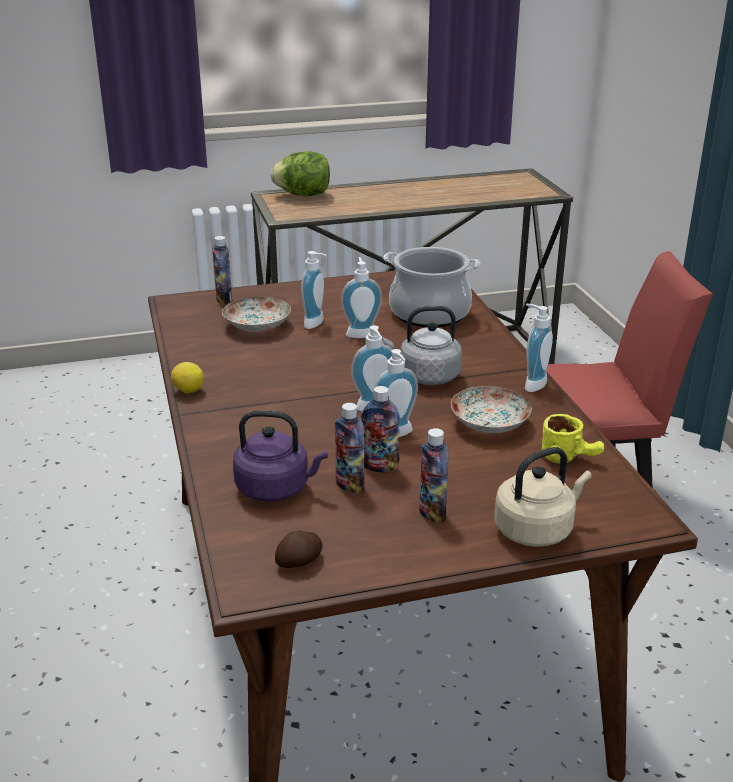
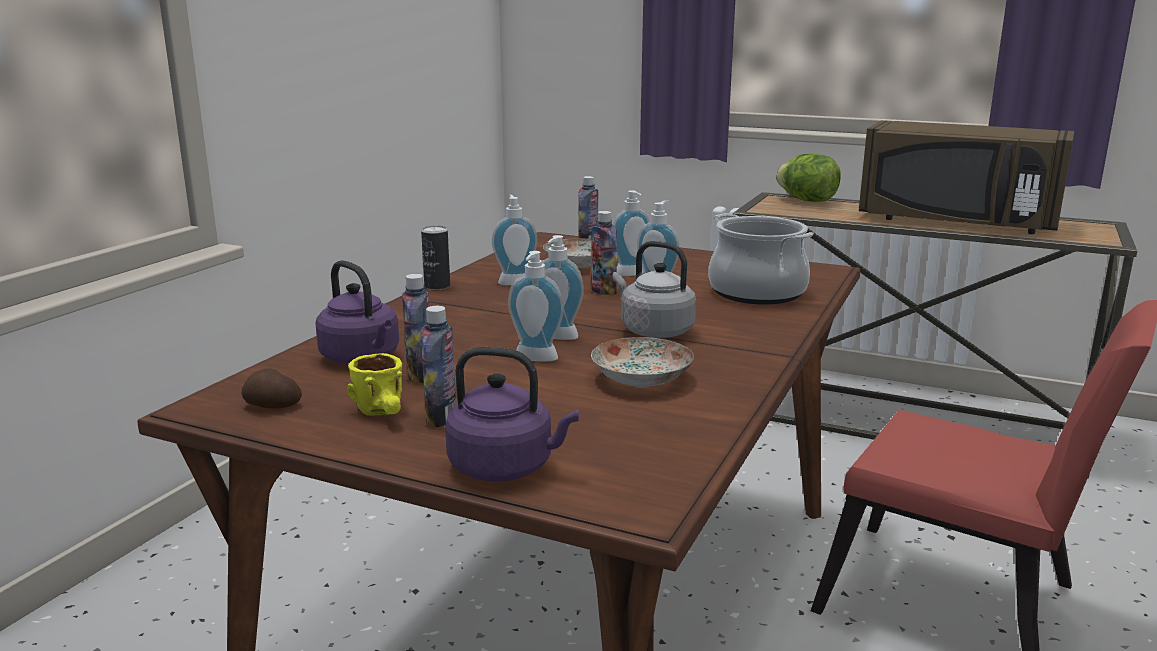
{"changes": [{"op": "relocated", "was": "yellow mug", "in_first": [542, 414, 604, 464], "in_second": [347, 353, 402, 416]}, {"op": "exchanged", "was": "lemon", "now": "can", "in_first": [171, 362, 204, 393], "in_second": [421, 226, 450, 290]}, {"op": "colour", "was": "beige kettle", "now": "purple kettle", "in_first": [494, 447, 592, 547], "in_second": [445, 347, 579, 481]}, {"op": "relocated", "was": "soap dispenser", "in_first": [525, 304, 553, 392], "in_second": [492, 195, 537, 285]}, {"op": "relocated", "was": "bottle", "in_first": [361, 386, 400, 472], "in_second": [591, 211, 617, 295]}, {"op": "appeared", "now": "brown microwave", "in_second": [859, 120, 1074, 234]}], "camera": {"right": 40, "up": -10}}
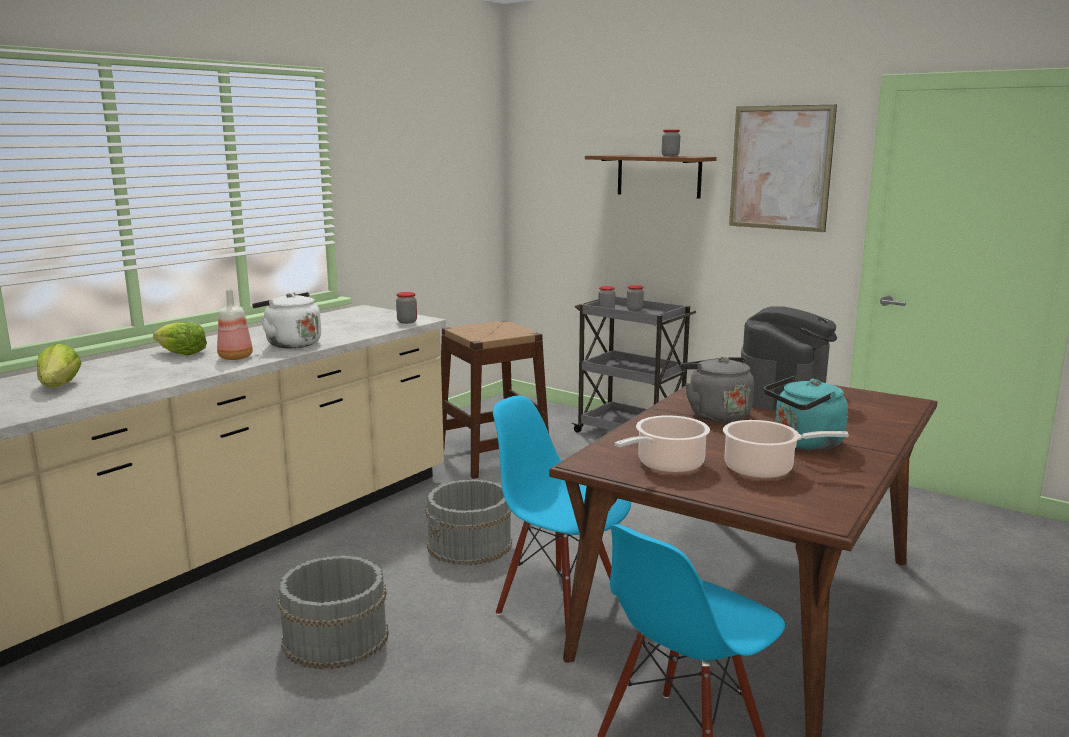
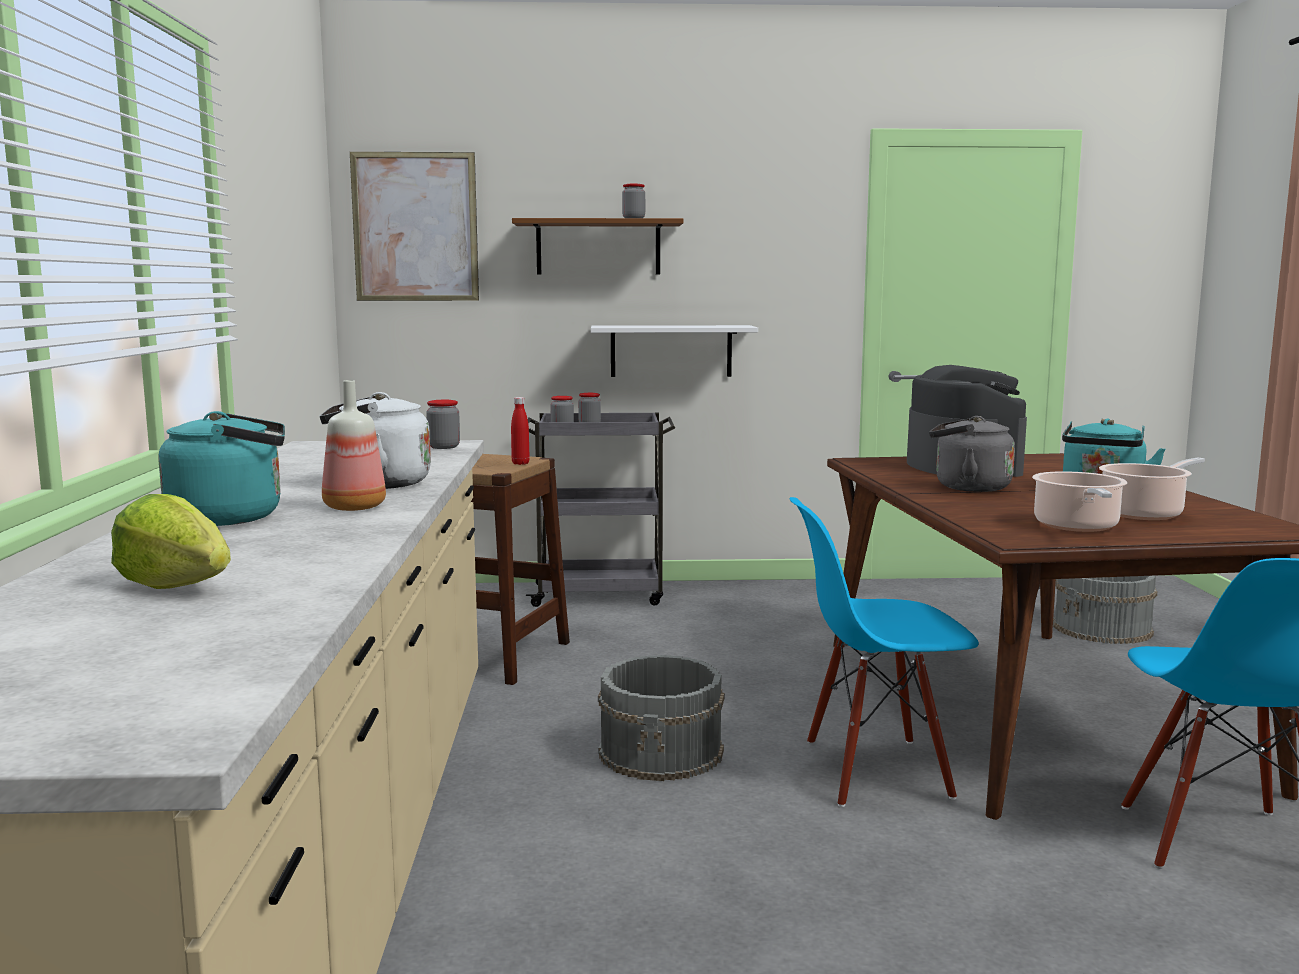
{"changes": [{"op": "exchanged", "was": "lettuce", "now": "turquoise kettle", "in_first": [153, 322, 207, 355], "in_second": [159, 411, 285, 526]}, {"op": "relocated", "was": "picture", "in_first": [729, 105, 837, 232], "in_second": [350, 152, 479, 301]}, {"op": "appeared", "now": "red bottle", "in_second": [511, 397, 530, 465]}, {"op": "appeared", "now": "white shelf", "in_second": [591, 325, 758, 377]}, {"op": "relocated", "was": "grey bucket", "in_first": [278, 555, 389, 669], "in_second": [1053, 575, 1157, 644]}], "camera": {"right": -40, "up": -5}}
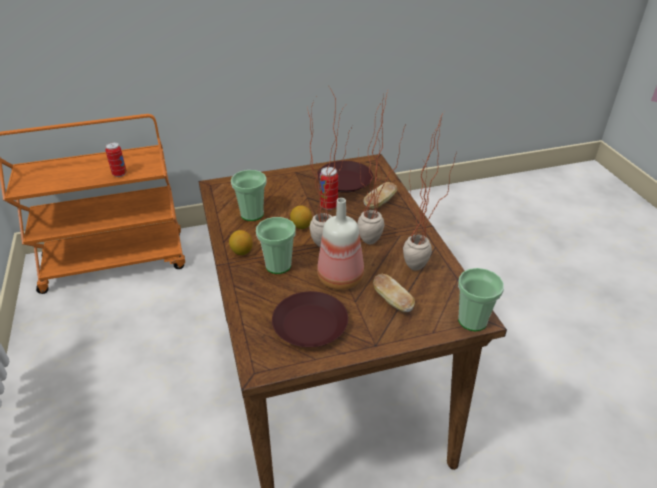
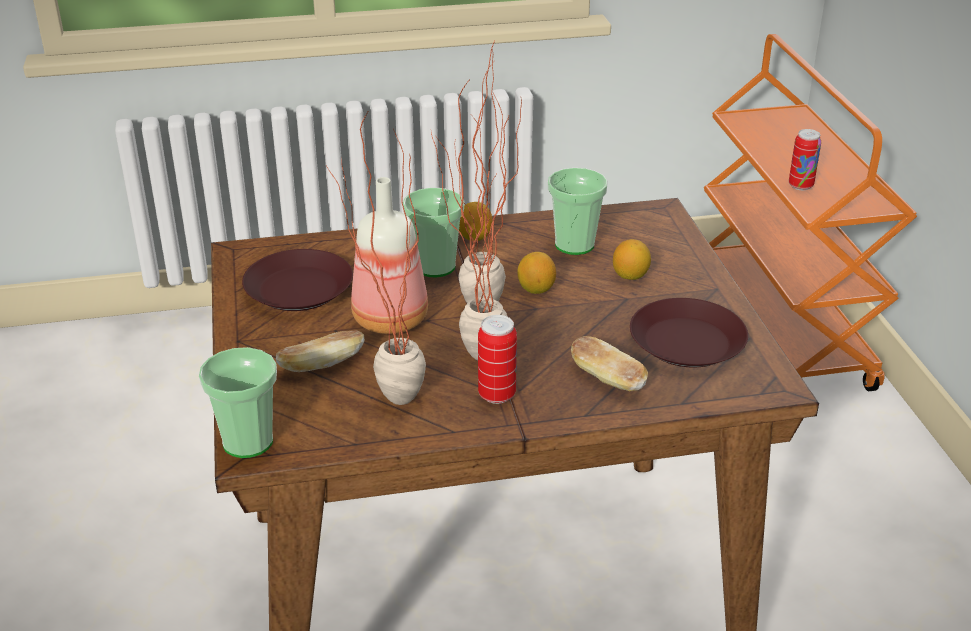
{"changes": [{"op": "relocated", "was": "can", "in_first": [320, 167, 338, 210], "in_second": [478, 315, 517, 404]}, {"op": "appeared", "now": "lemon", "in_second": [613, 239, 651, 280]}], "camera": {"right": 95, "up": -5}}
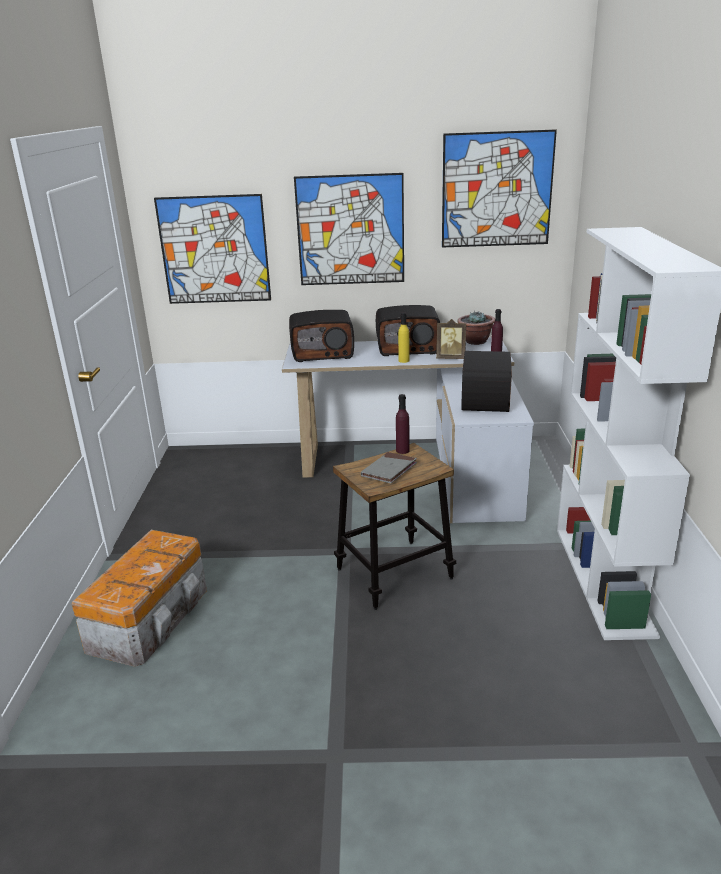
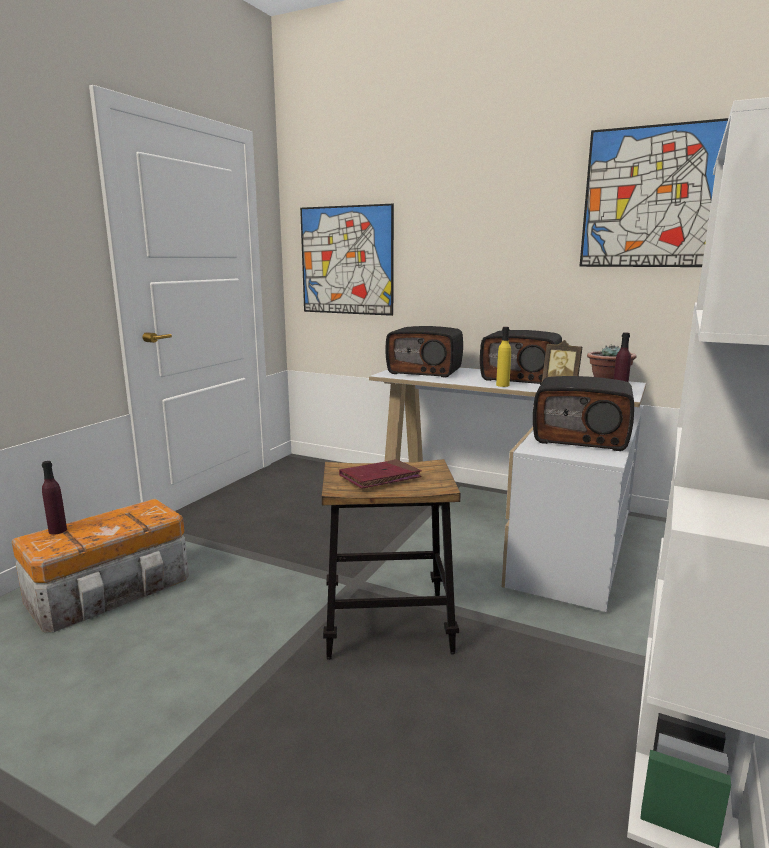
{"changes": [{"op": "relocated", "was": "purple bottle", "in_first": [396, 394, 409, 454], "in_second": [42, 461, 67, 535]}, {"op": "colour", "was": "grey book", "now": "red book", "in_first": [361, 452, 417, 484], "in_second": [339, 459, 422, 489]}, {"op": "spun", "was": "radio", "in_first": [461, 351, 512, 412], "in_second": [533, 376, 634, 451], "clockwise": -105}, {"op": "missing", "was": "picture", "in_first": [294, 173, 404, 285]}], "camera": {"right": 25, "up": -10}}
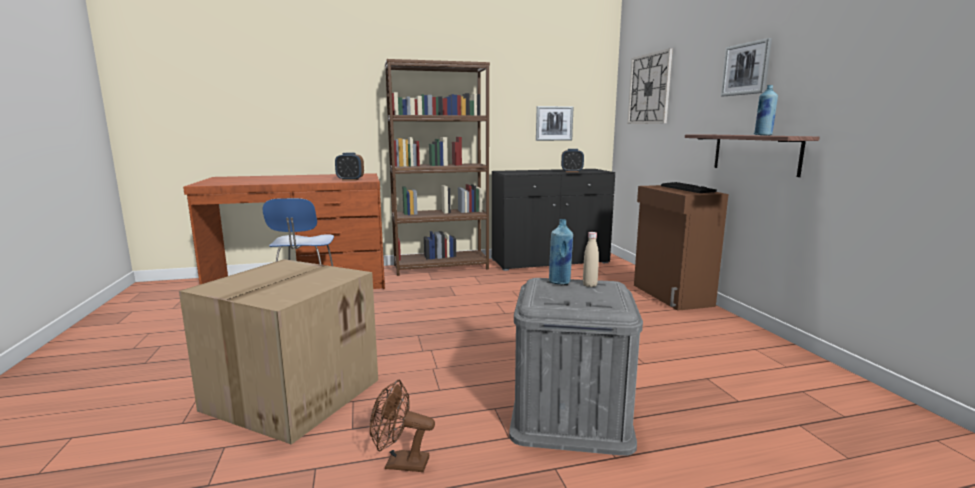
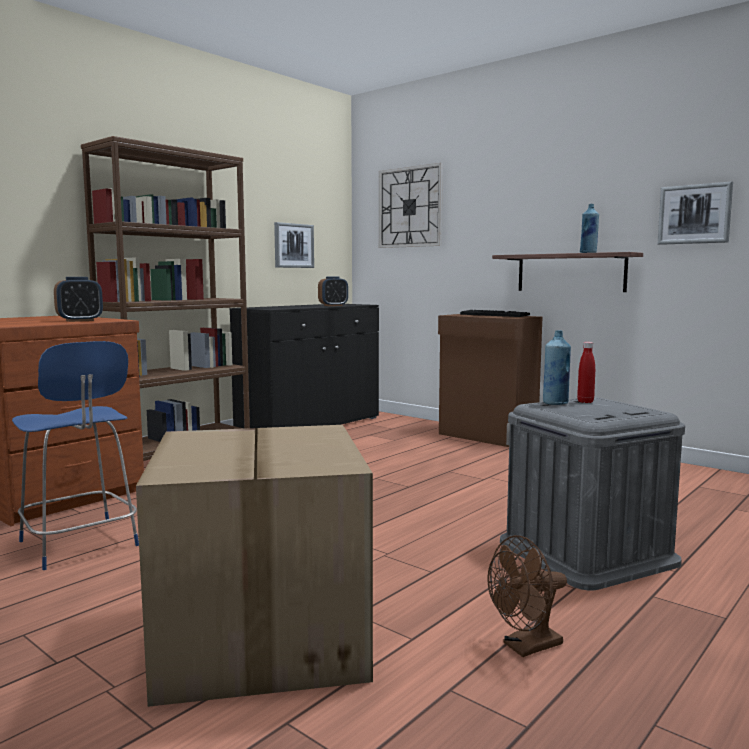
{"changes": [{"op": "colour", "was": "beige bottle", "now": "red bottle", "in_first": [583, 232, 599, 287], "in_second": [577, 342, 595, 403]}, {"op": "relocated", "was": "picture", "in_first": [721, 38, 772, 96], "in_second": [658, 182, 733, 245]}], "camera": {"right": -35, "up": -5}}
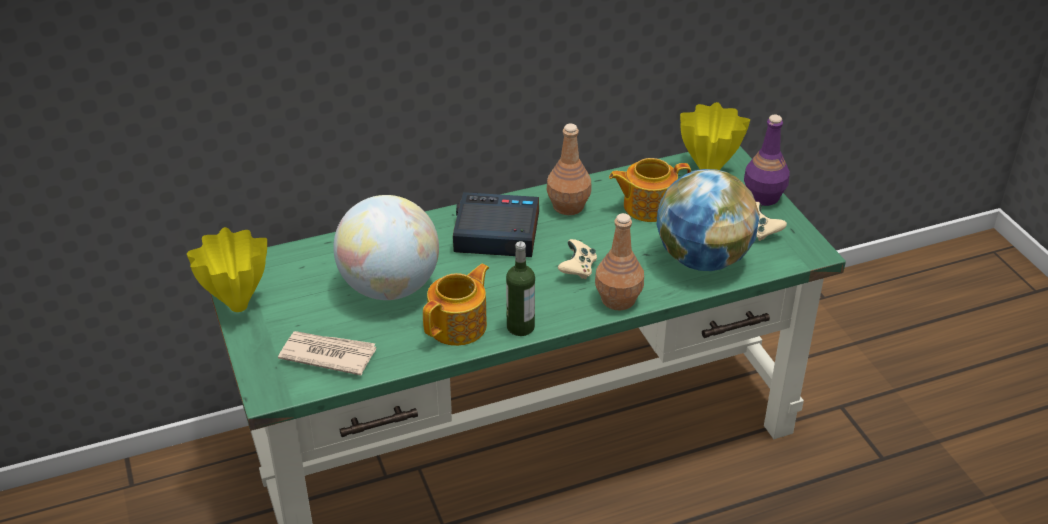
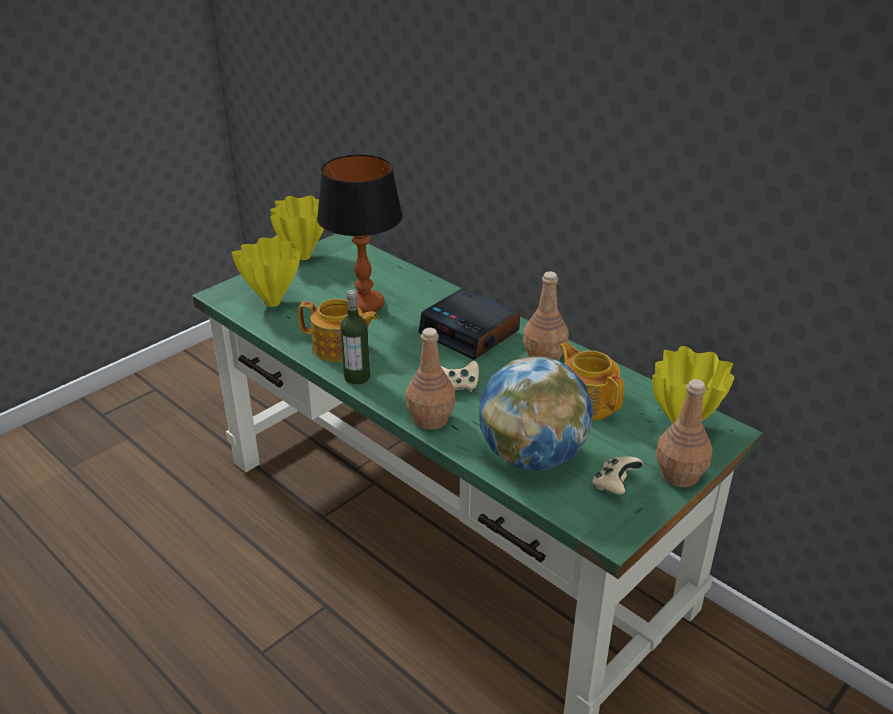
{"changes": [{"op": "exchanged", "was": "newspaper", "now": "yellow vase", "in_first": [278, 331, 376, 376], "in_second": [232, 235, 301, 307]}, {"op": "exchanged", "was": "globe", "now": "table lamp", "in_first": [333, 195, 439, 300], "in_second": [317, 154, 403, 313]}, {"op": "spun", "was": "alarm clock", "in_first": [453, 192, 539, 257], "in_second": [419, 288, 520, 360], "clockwise": 150}, {"op": "colour", "was": "purple bottle", "now": "brown bottle", "in_first": [744, 115, 790, 206], "in_second": [656, 379, 713, 487]}], "camera": {"right": 65, "up": -5}}
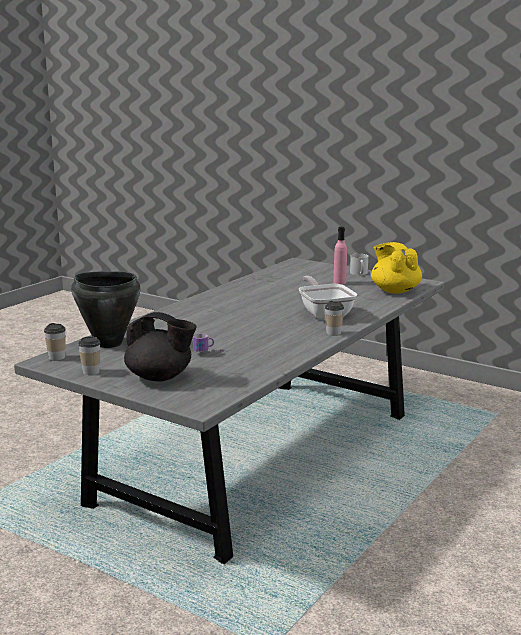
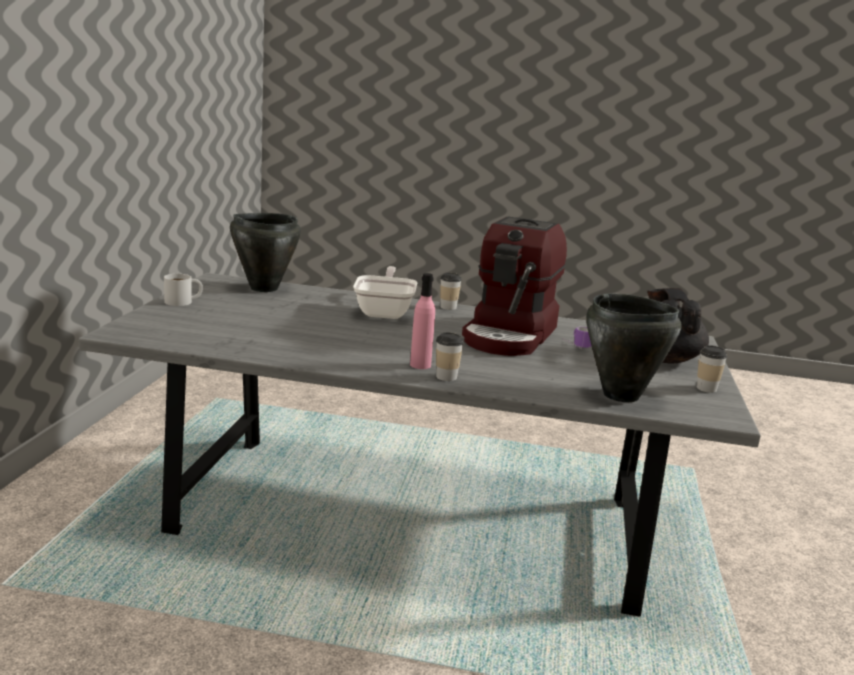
{"changes": [{"op": "exchanged", "was": "yellow teapot", "now": "black cooking pot", "in_first": [371, 242, 422, 294], "in_second": [230, 213, 301, 292]}, {"op": "spun", "was": "frying pan", "in_first": [299, 276, 358, 320], "in_second": [353, 266, 417, 319], "clockwise": 135}, {"op": "relocated", "was": "pink bottle", "in_first": [334, 227, 347, 285], "in_second": [410, 273, 435, 369]}, {"op": "relocated", "was": "cup", "in_first": [44, 323, 66, 361], "in_second": [436, 333, 464, 381]}, {"op": "appeared", "now": "coffee machine", "in_second": [462, 217, 567, 356]}], "camera": {"right": -115, "up": 0}}
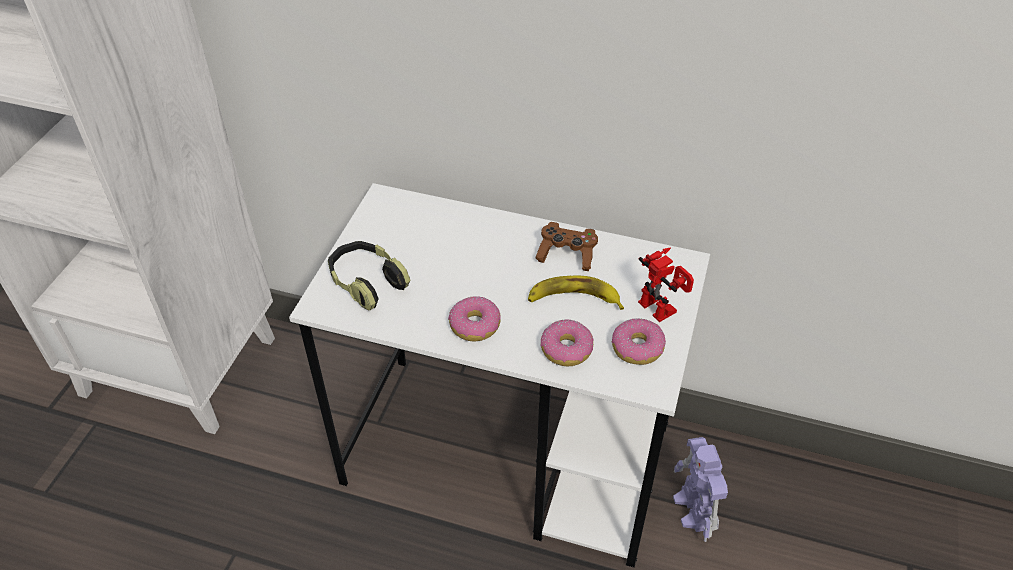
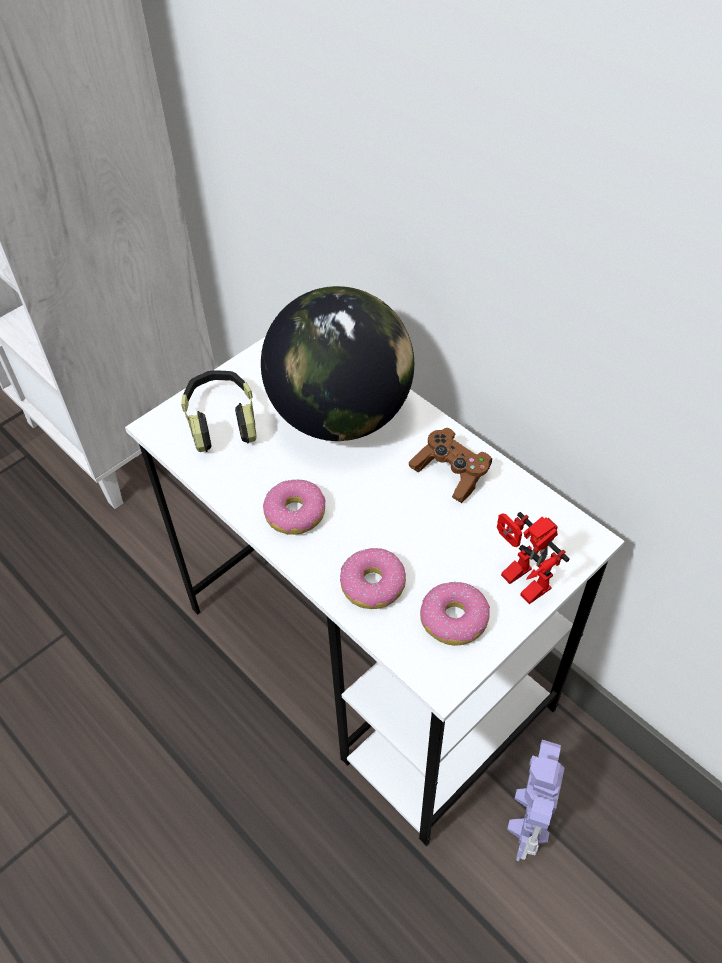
{"changes": [{"op": "appeared", "now": "globe", "in_second": [261, 286, 414, 441]}, {"op": "spun", "was": "toy robot", "in_first": [638, 248, 694, 322], "in_second": [497, 512, 570, 604], "clockwise": 150}, {"op": "missing", "was": "banana", "in_first": [528, 276, 624, 310]}], "camera": {"right": 30, "up": 5}}
